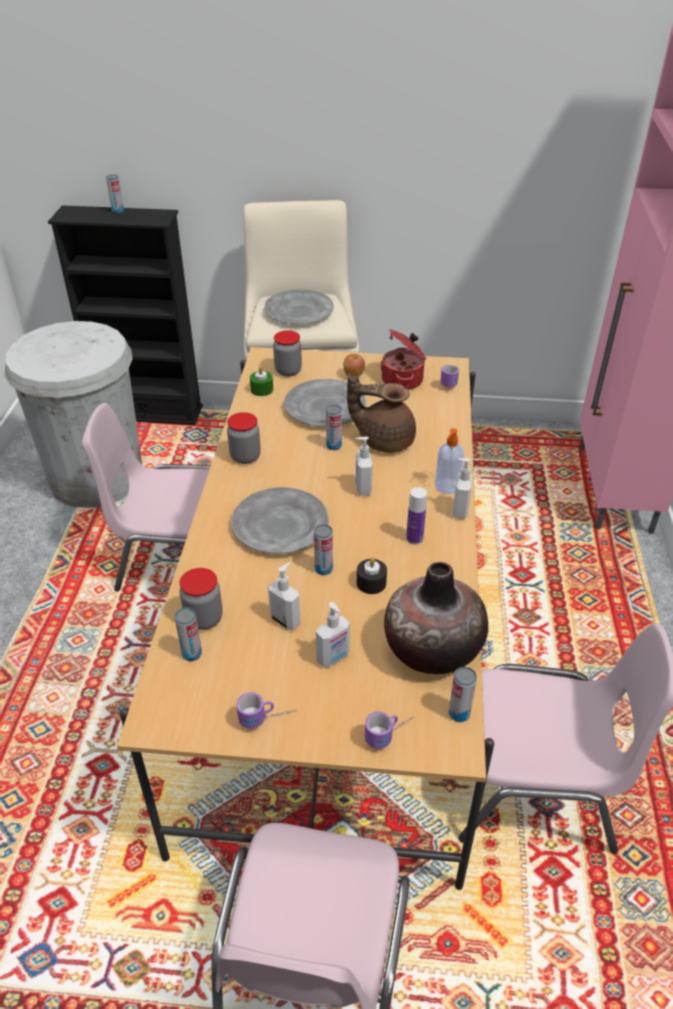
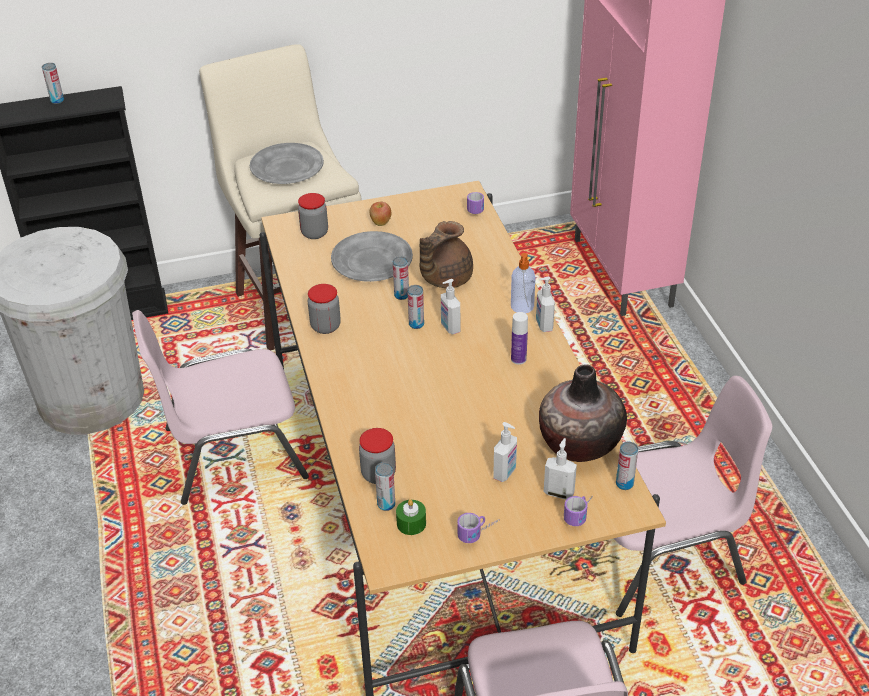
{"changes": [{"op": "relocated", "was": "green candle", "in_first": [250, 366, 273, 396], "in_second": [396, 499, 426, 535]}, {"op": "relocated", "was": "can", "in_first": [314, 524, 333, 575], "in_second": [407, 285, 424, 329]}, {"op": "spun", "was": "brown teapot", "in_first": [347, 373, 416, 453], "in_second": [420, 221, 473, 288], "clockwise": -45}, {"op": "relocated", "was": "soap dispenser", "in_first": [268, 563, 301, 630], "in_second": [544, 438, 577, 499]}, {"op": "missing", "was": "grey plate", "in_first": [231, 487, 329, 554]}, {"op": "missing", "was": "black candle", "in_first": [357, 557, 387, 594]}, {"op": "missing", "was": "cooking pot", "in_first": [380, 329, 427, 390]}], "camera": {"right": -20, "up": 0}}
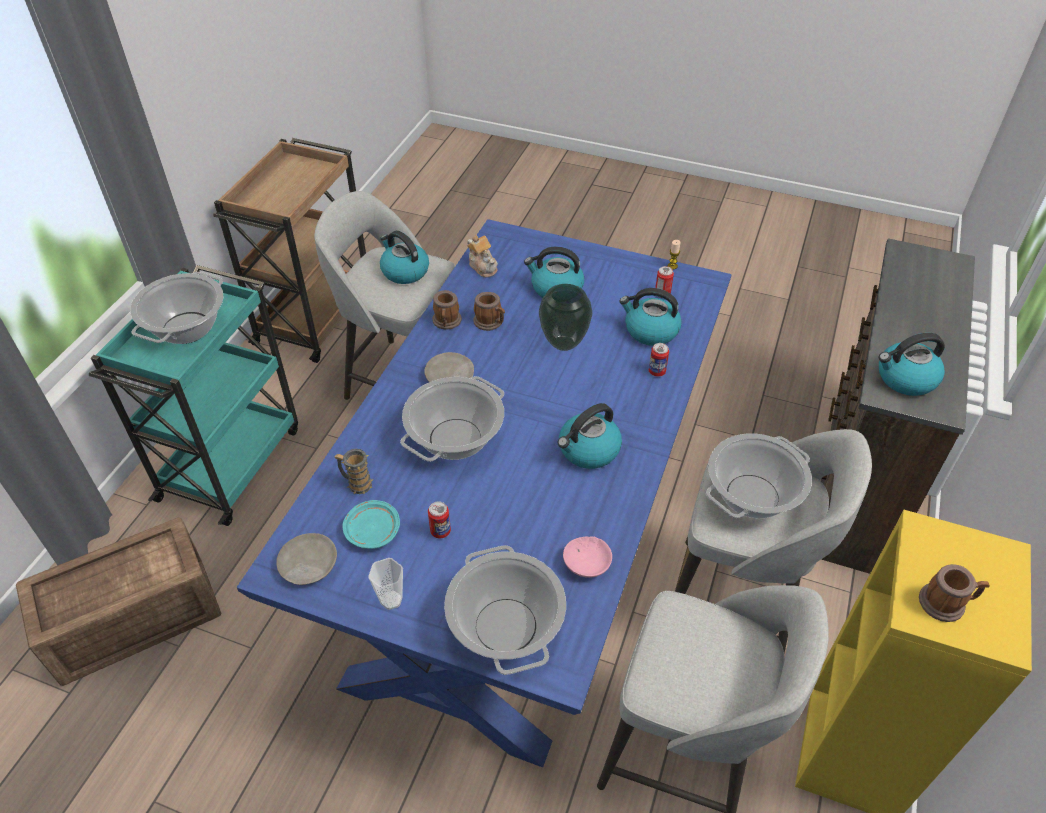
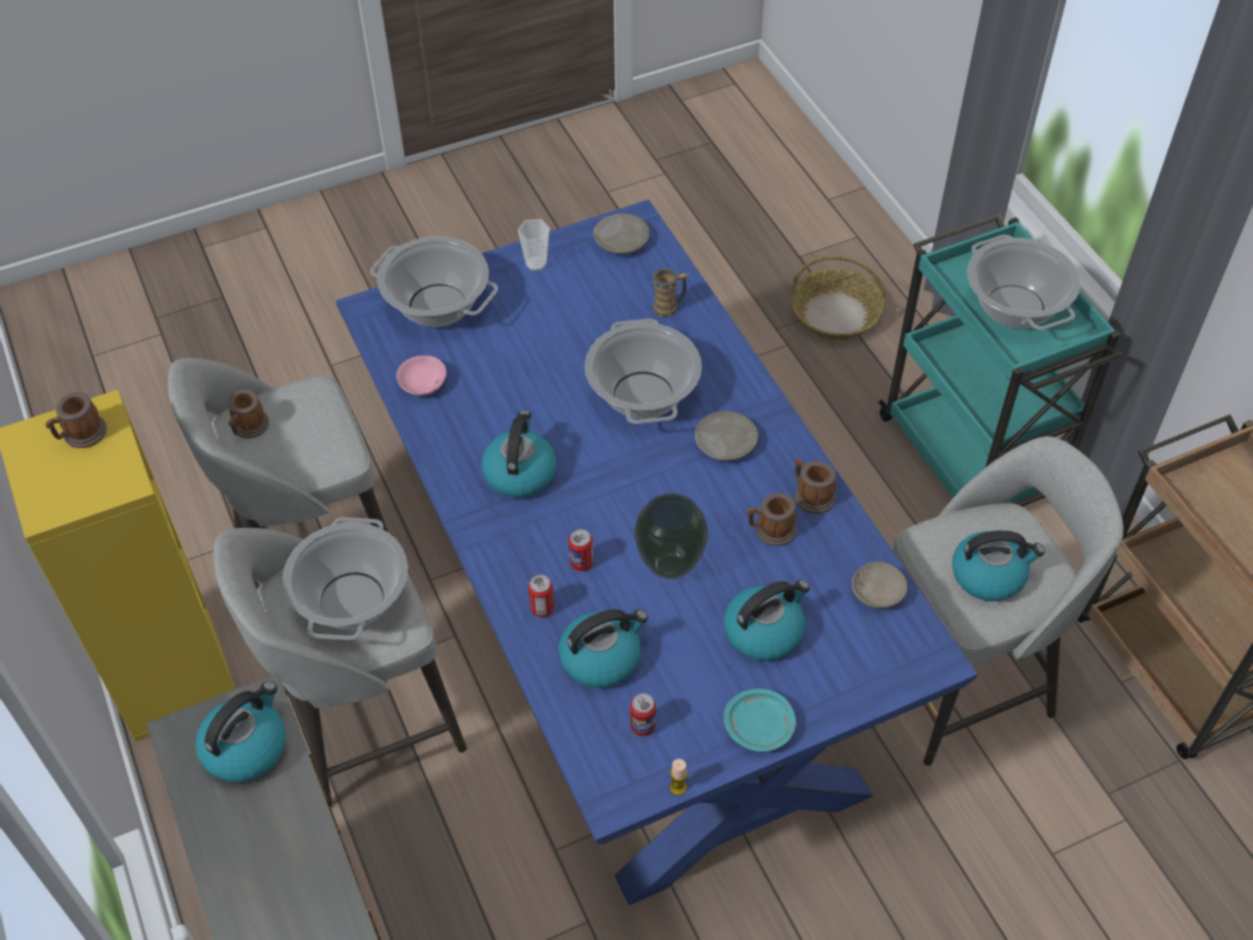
{"changes": [{"op": "appeared", "now": "mug", "in_second": [228, 389, 269, 439]}, {"op": "relocated", "was": "can", "in_first": [428, 501, 451, 539], "in_second": [569, 529, 593, 571]}, {"op": "relocated", "was": "turquoise plate", "in_first": [343, 500, 400, 549], "in_second": [724, 689, 796, 752]}, {"op": "exchanged", "was": "crate", "now": "basket", "in_first": [16, 517, 221, 686], "in_second": [791, 256, 886, 340]}, {"op": "exchanged", "was": "teapot", "now": "beige bowl", "in_first": [467, 235, 498, 278], "in_second": [852, 562, 907, 609]}], "camera": {"right": 135, "up": 5}}
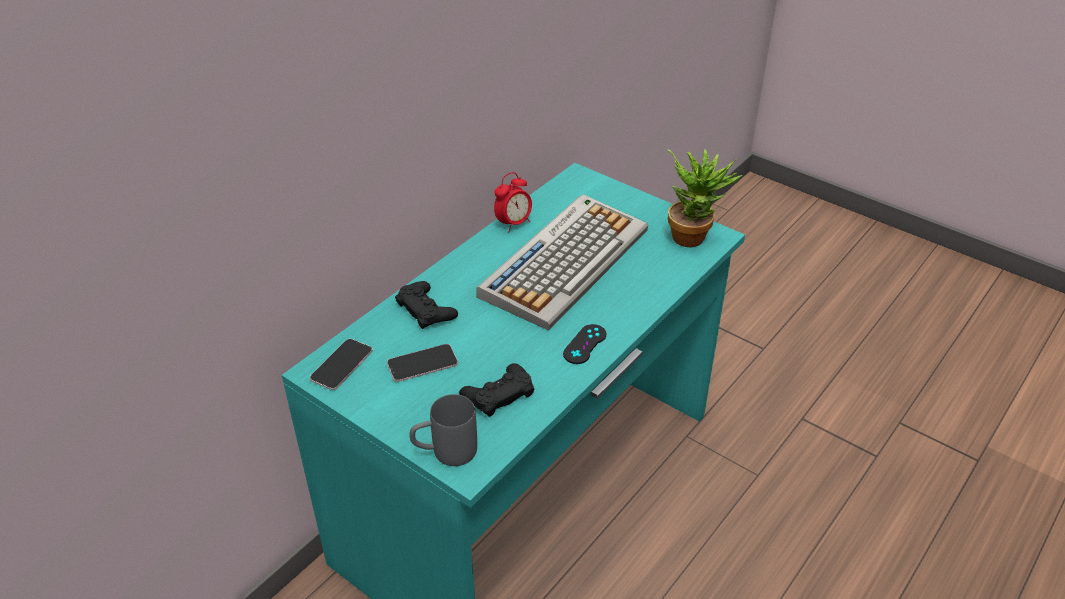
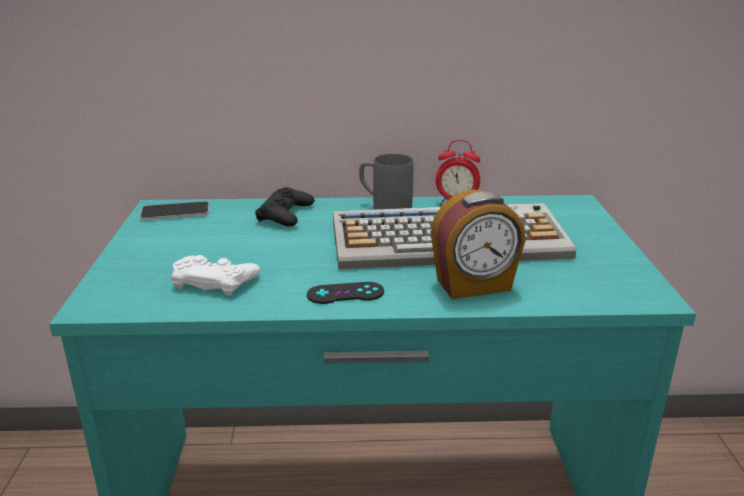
{"changes": [{"op": "colour", "was": "black game controller", "now": "white game controller", "in_first": [459, 363, 535, 417], "in_second": [170, 255, 260, 296]}, {"op": "relocated", "was": "grey mug", "in_first": [410, 394, 477, 466], "in_second": [359, 154, 413, 209]}, {"op": "appeared", "now": "alarm clock", "in_second": [431, 189, 526, 299]}, {"op": "missing", "was": "phone", "in_first": [387, 344, 458, 382]}, {"op": "missing", "was": "potted plant", "in_first": [667, 149, 743, 247]}], "camera": {"right": 50, "up": -15}}
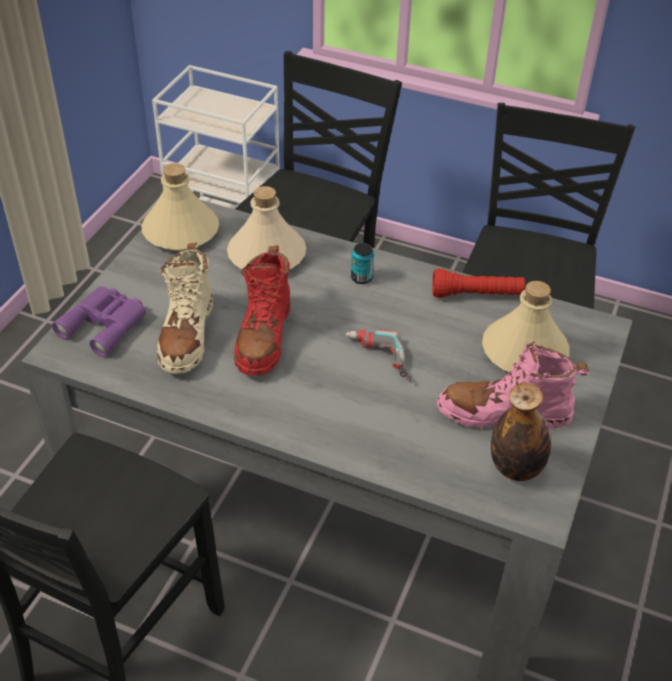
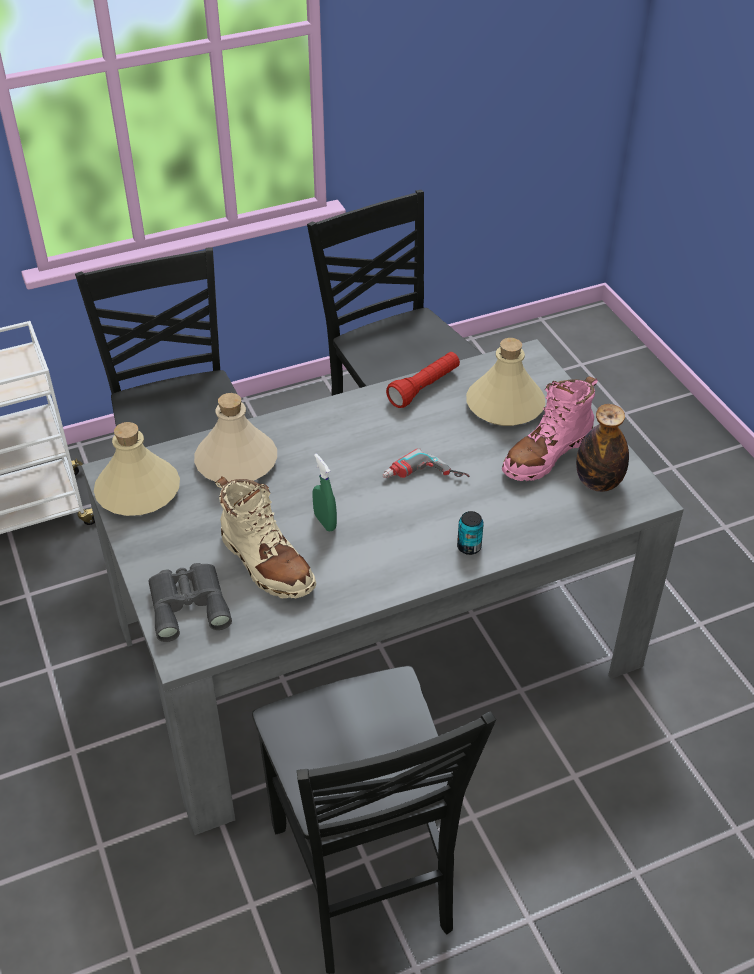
{"changes": [{"op": "colour", "was": "purple binoculars", "now": "grey binoculars", "in_first": [52, 286, 146, 357], "in_second": [149, 563, 232, 642]}, {"op": "exchanged", "was": "red boot", "now": "green spray bottle", "in_first": [234, 245, 290, 376], "in_second": [312, 454, 337, 531]}, {"op": "relocated", "was": "can", "in_first": [351, 243, 374, 284], "in_second": [457, 511, 484, 555]}], "camera": {"right": -45, "up": 0}}
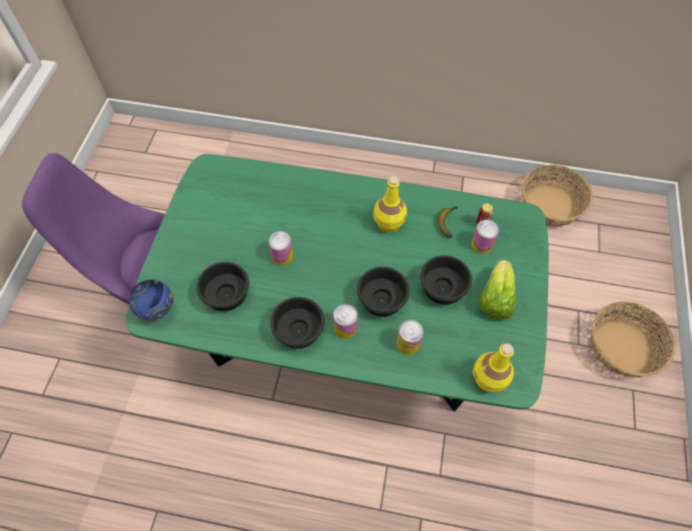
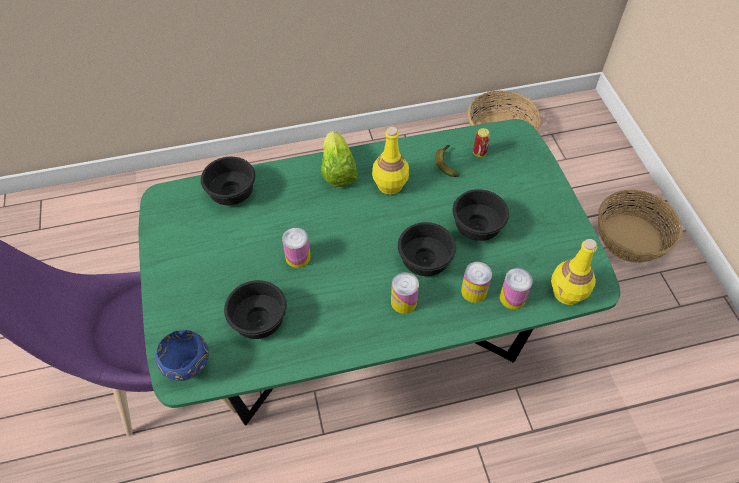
{"changes": [{"op": "relocated", "was": "black bowl", "in_first": [270, 297, 325, 349], "in_second": [201, 157, 255, 205]}, {"op": "relocated", "was": "lettuce", "in_first": [479, 260, 516, 320], "in_second": [321, 131, 357, 187]}, {"op": "relocated", "was": "can", "in_first": [471, 220, 499, 254], "in_second": [500, 268, 533, 309]}], "camera": {"right": -25, "up": -5}}
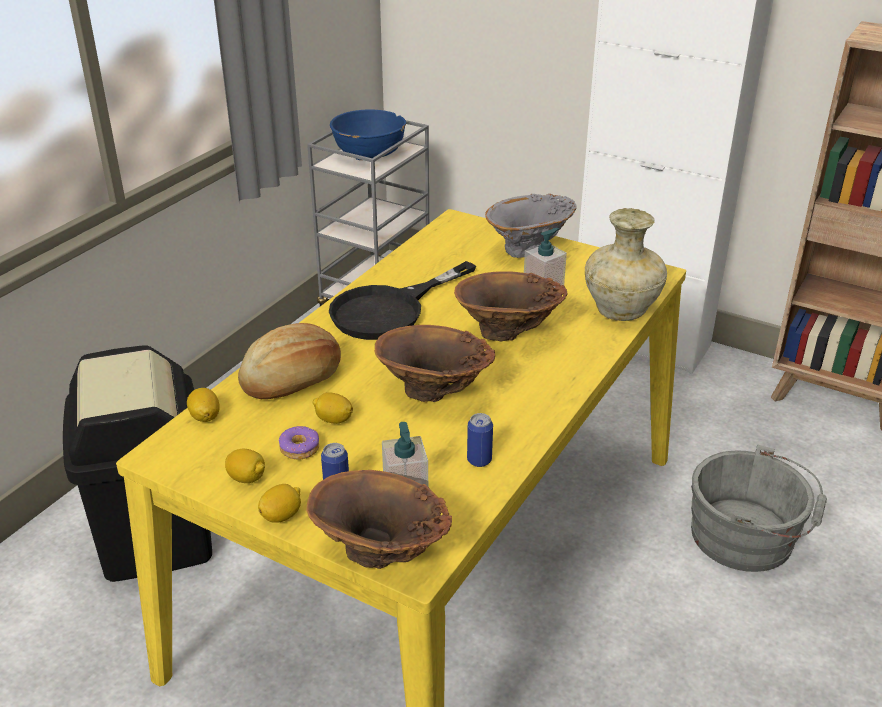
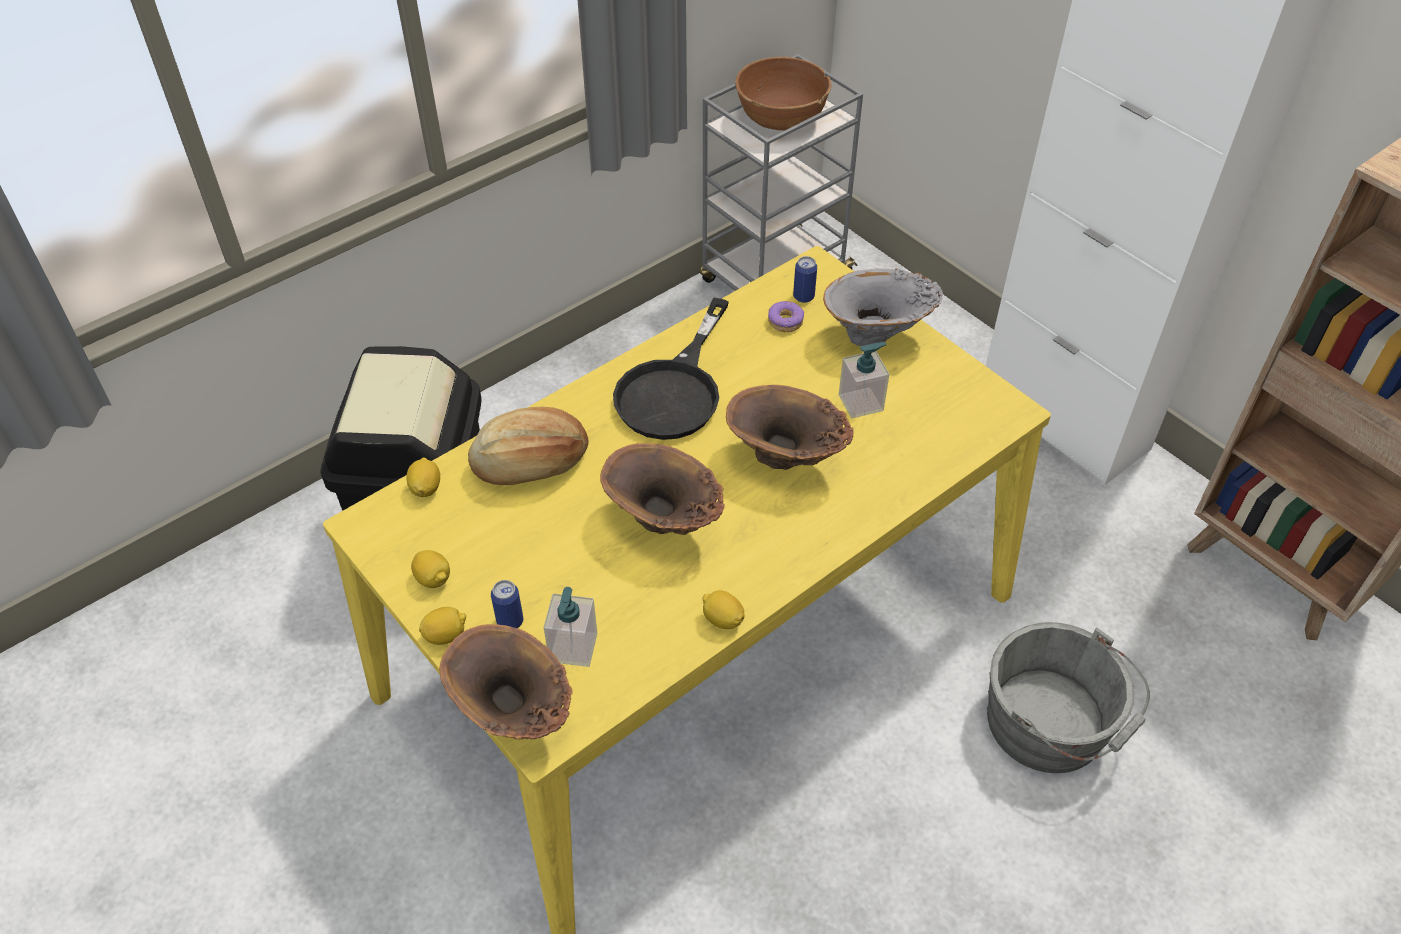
{"changes": [{"op": "spun", "was": "black frying pan", "in_first": [328, 261, 476, 340], "in_second": [613, 297, 729, 440], "clockwise": -45}, {"op": "relocated", "was": "lemon", "in_first": [313, 392, 353, 424], "in_second": [702, 590, 744, 629]}, {"op": "colour", "was": "blue bowl", "now": "brown bowl", "in_first": [330, 110, 406, 160], "in_second": [735, 57, 831, 130]}, {"op": "relocated", "was": "donut", "in_first": [279, 426, 319, 460], "in_second": [768, 301, 804, 332]}, {"op": "relocated", "was": "can", "in_first": [467, 413, 493, 467], "in_second": [793, 256, 817, 303]}, {"op": "missing", "was": "beige vase", "in_first": [585, 208, 667, 321]}], "camera": {"right": 20, "up": 15}}
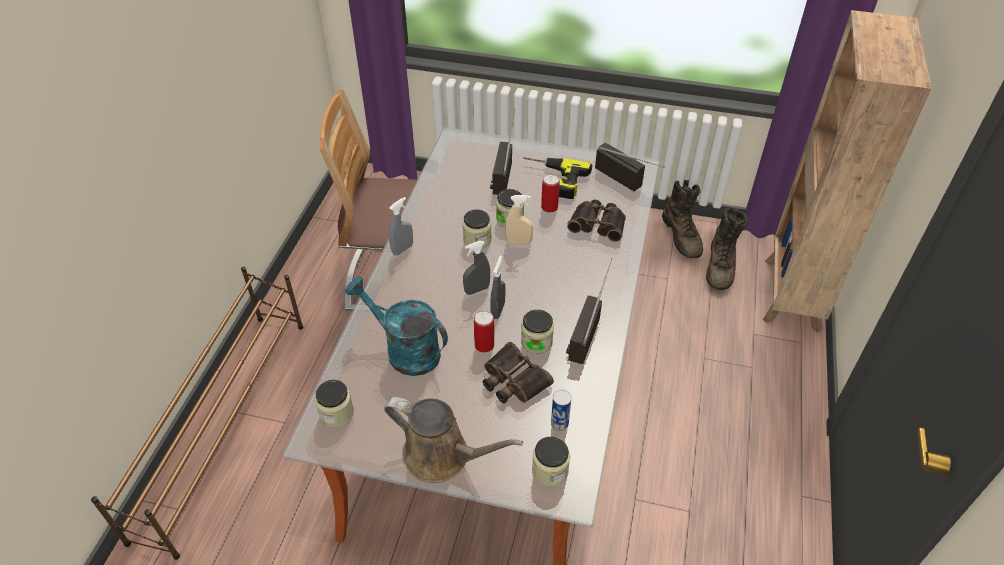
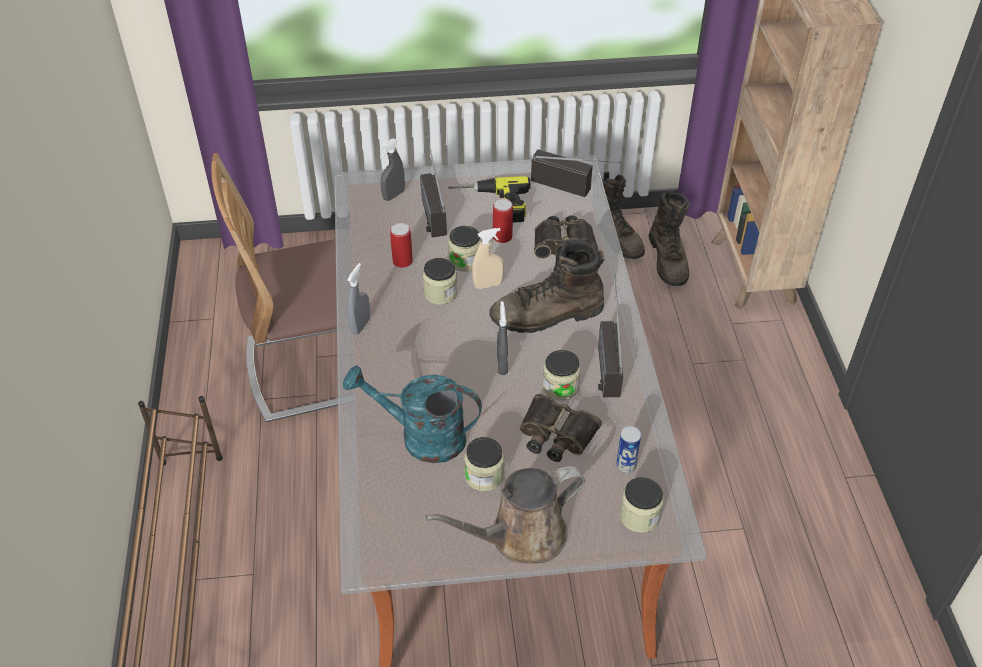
{"changes": [{"op": "relocated", "was": "grey spray bottle", "in_first": [463, 241, 490, 295], "in_second": [380, 139, 405, 201]}, {"op": "relocated", "was": "can", "in_first": [474, 311, 494, 353], "in_second": [390, 223, 413, 268]}, {"op": "spun", "was": "brown watering can", "in_first": [384, 397, 523, 483], "in_second": [425, 466, 585, 564], "clockwise": 150}, {"op": "relocated", "was": "jar", "in_first": [315, 380, 354, 428], "in_second": [464, 437, 504, 491]}, {"op": "appeared", "now": "brown boot", "in_second": [490, 239, 604, 333]}], "camera": {"right": -20, "up": 0}}
